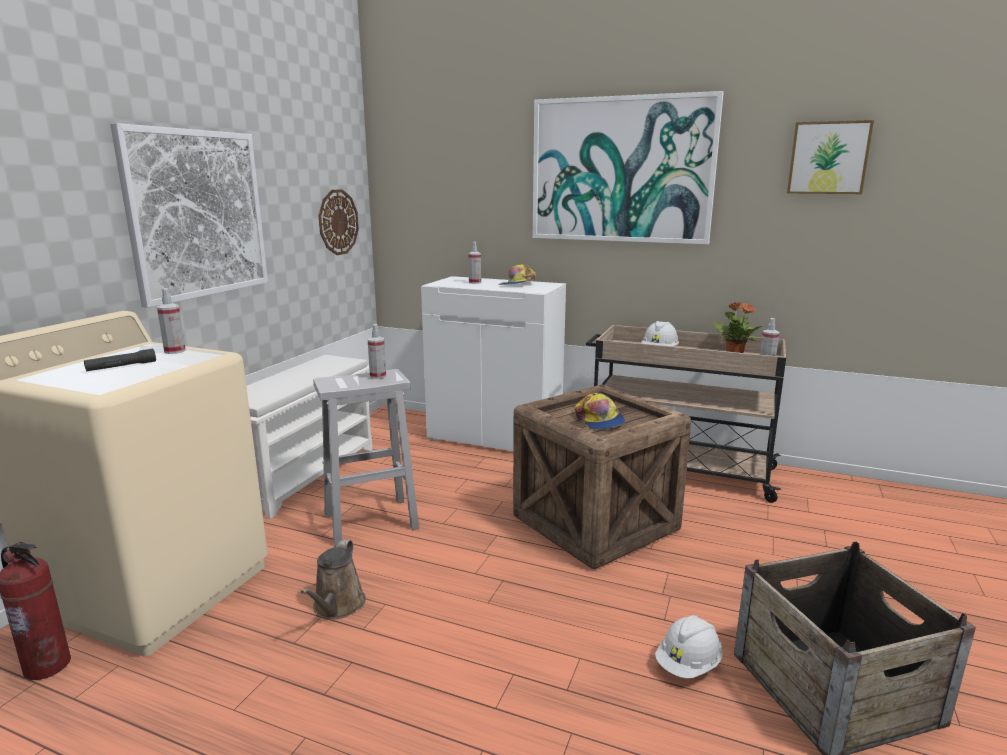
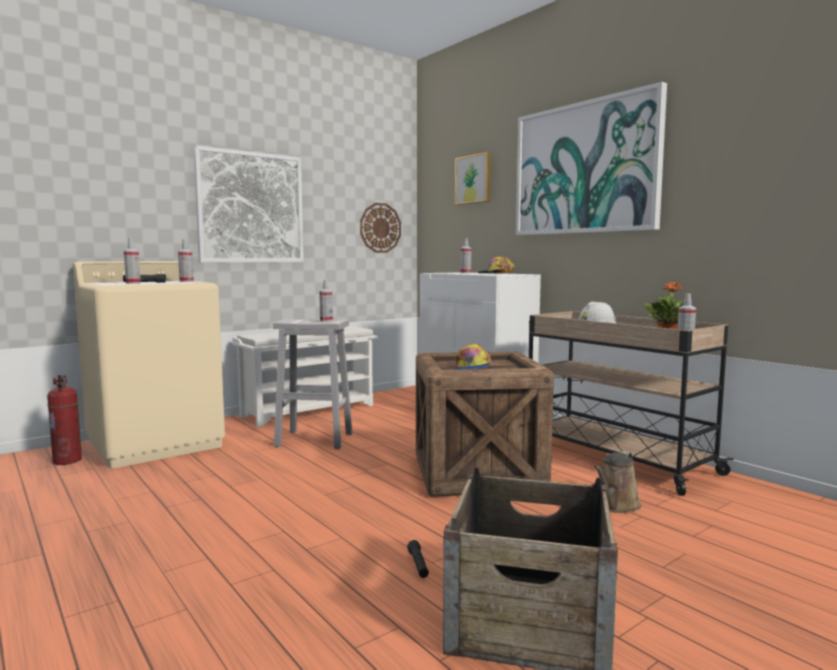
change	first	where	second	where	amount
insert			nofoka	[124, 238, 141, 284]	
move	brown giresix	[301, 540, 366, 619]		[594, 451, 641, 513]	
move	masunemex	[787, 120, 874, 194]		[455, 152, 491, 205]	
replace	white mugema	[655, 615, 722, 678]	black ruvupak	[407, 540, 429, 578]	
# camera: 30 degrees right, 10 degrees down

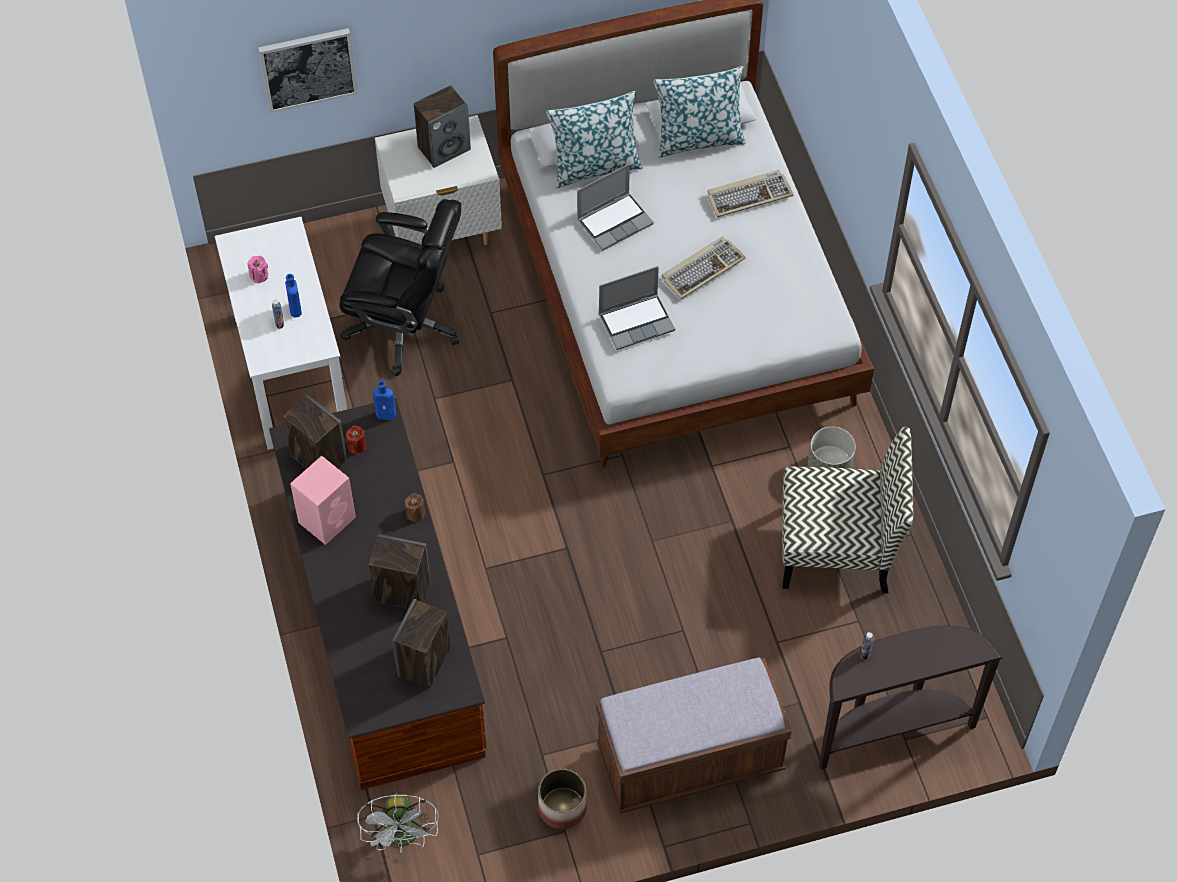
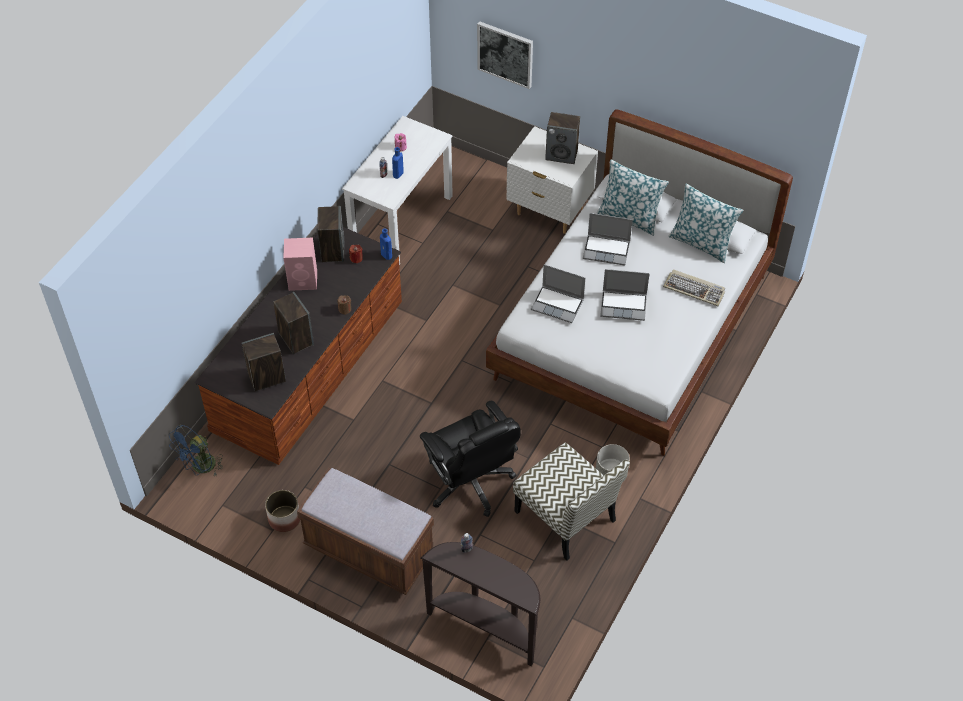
change	first	where	second	where	amount
move	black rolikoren	[339, 199, 461, 376]		[420, 401, 521, 517]	
replace	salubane	[662, 236, 746, 299]	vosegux	[600, 269, 650, 321]	
recolor	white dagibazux	[357, 793, 439, 853]	blue dagibazux	[169, 425, 223, 477]	
# camera: 45 degrees right, 5 degrees down

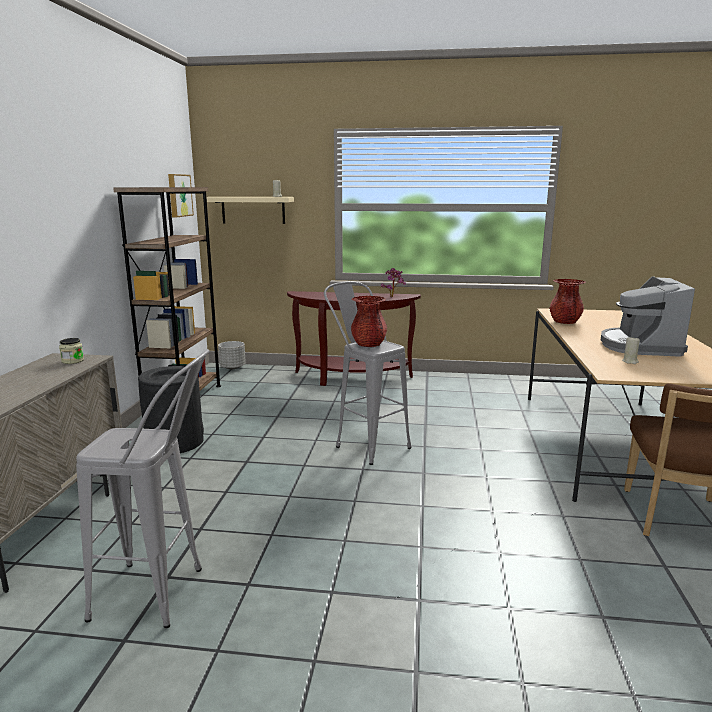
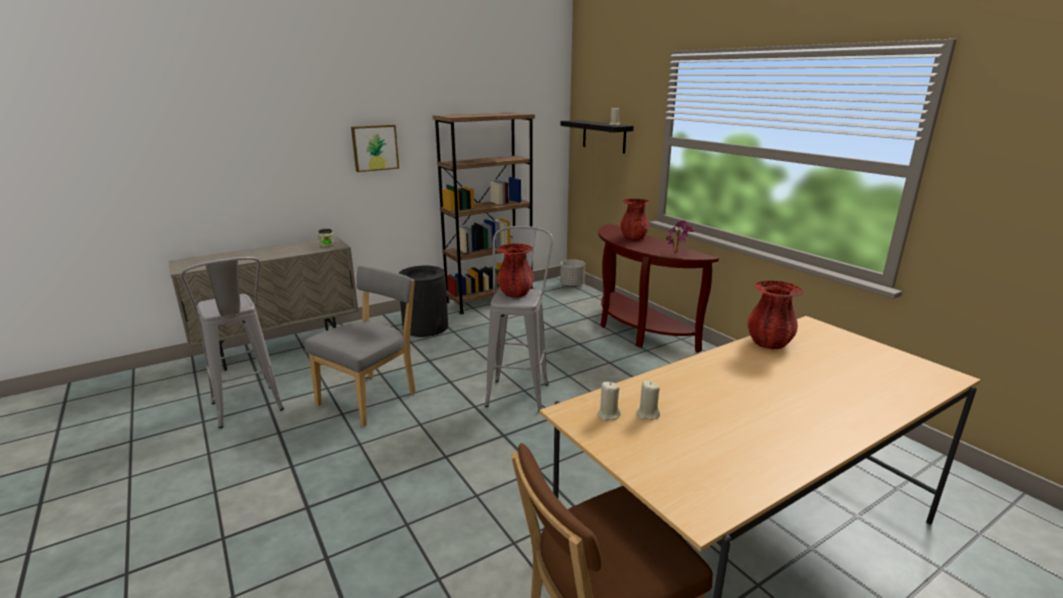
change	first	where	second	where	amount
delete	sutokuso	[601, 276, 695, 357]			
insert			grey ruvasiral	[304, 266, 416, 427]	
insert			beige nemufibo	[597, 382, 621, 421]	
insert			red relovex	[620, 199, 650, 240]	
move	masunemex	[168, 174, 194, 217]		[351, 125, 399, 172]	
recolor	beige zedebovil	[206, 197, 294, 224]	black zedebovil	[560, 120, 634, 154]	
# camera: 50 degrees right, 5 degrees up

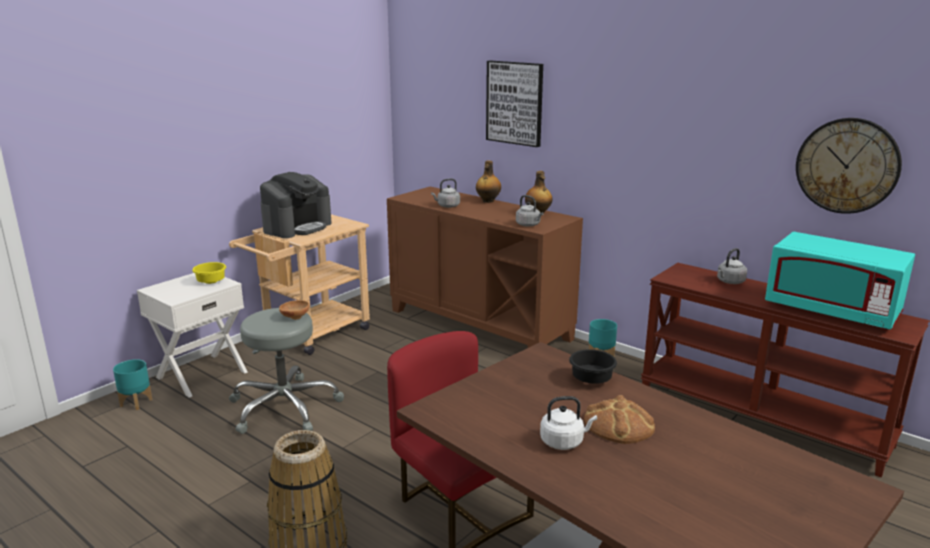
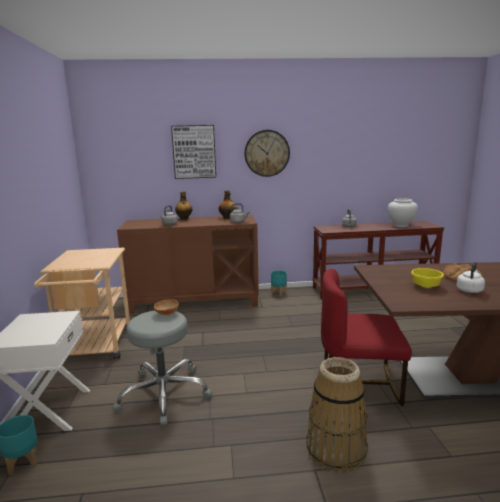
change	first	where	second	where	amount
delete	sutokuso	[260, 172, 332, 238]			
delete	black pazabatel	[569, 349, 617, 384]			
move	yellow pazabatel	[192, 262, 226, 284]		[411, 268, 444, 288]	
move	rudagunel	[796, 118, 902, 214]		[244, 130, 290, 177]	
replace	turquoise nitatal	[765, 232, 915, 330]	white relovex	[388, 198, 418, 227]	
# camera: 45 degrees left, 5 degrees down

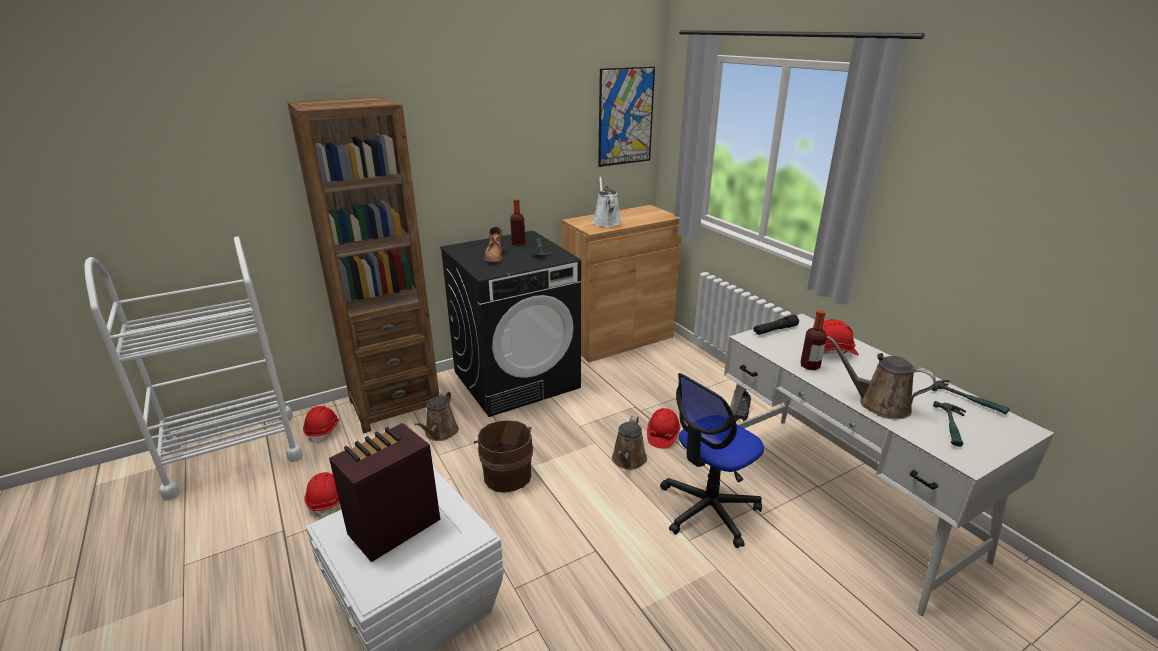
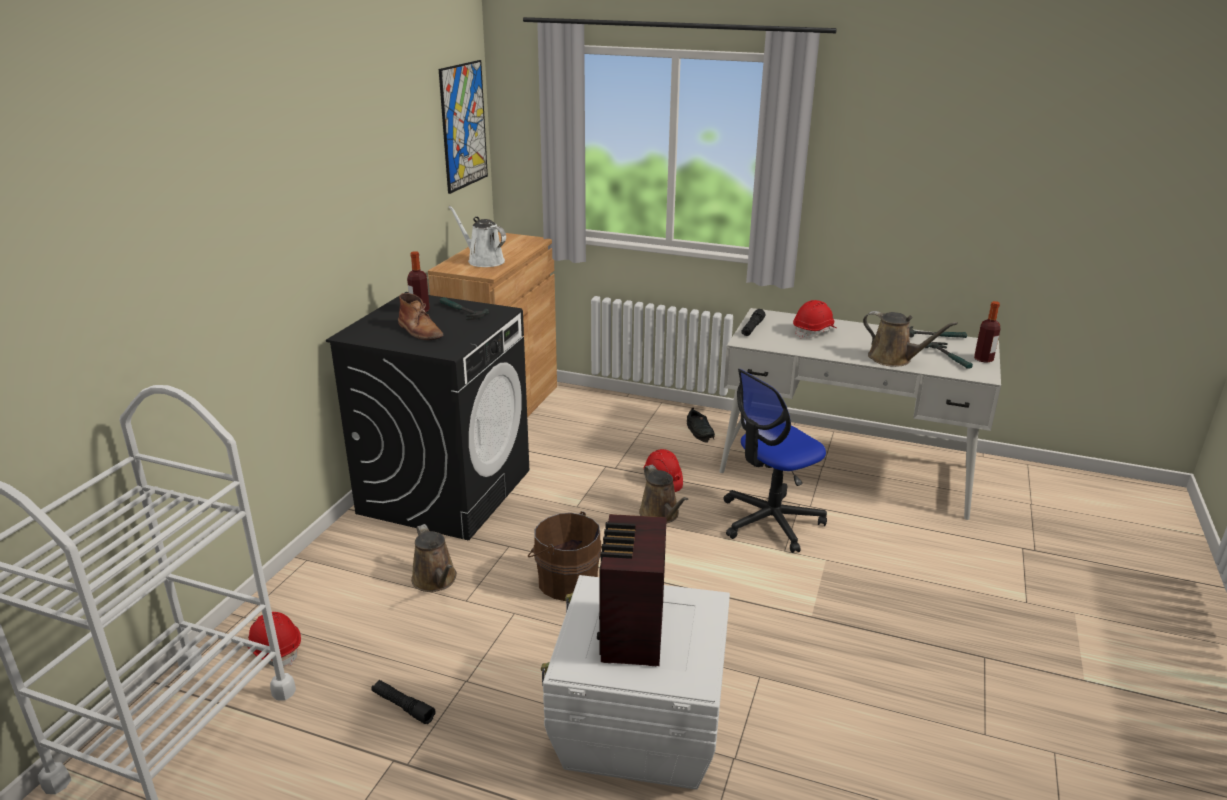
change	first	where	second	where	amount
delete	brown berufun	[287, 97, 439, 433]			
move	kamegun	[801, 310, 827, 370]		[974, 301, 1000, 363]	
replace	red mugema	[304, 472, 340, 517]	black ruvupak	[371, 680, 435, 724]	
rotate	rolikoren	[660, 373, 764, 548]		[723, 369, 827, 553]	45 degrees clockwise
rotate	brown giresix	[827, 336, 936, 419]		[863, 311, 958, 367]	135 degrees counterclockwise
# camera: 40 degrees left, 0 degrees up

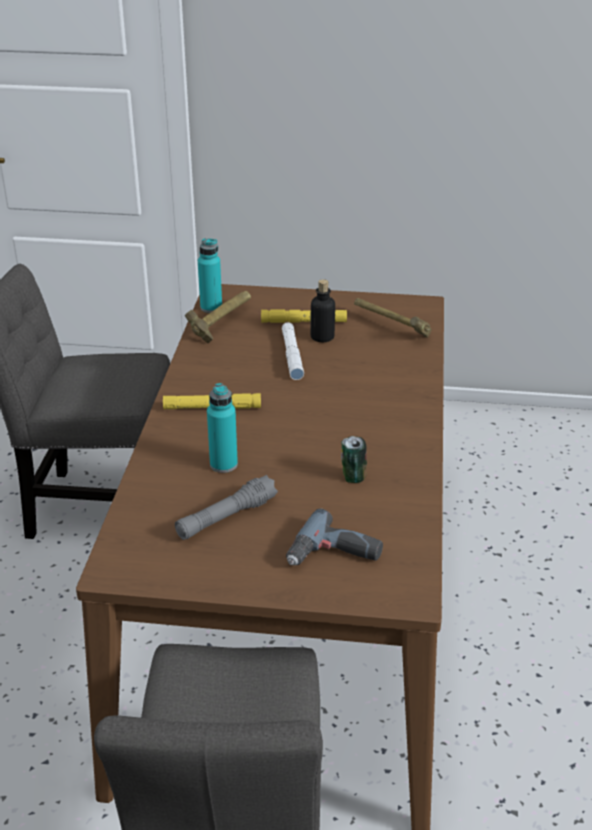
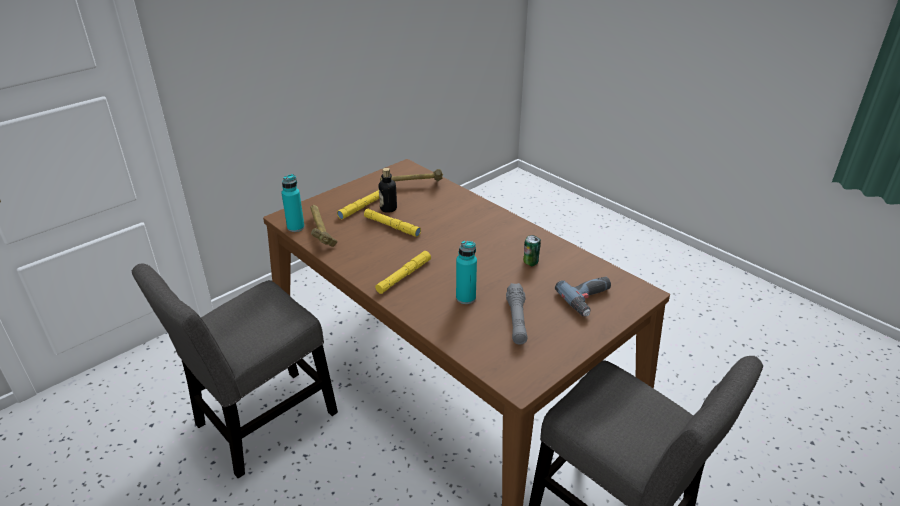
change	first	where	second	where	amount
recolor	white ruvupak	[282, 322, 304, 380]	yellow ruvupak	[364, 209, 421, 237]	
# camera: 50 degrees left, 0 degrees up

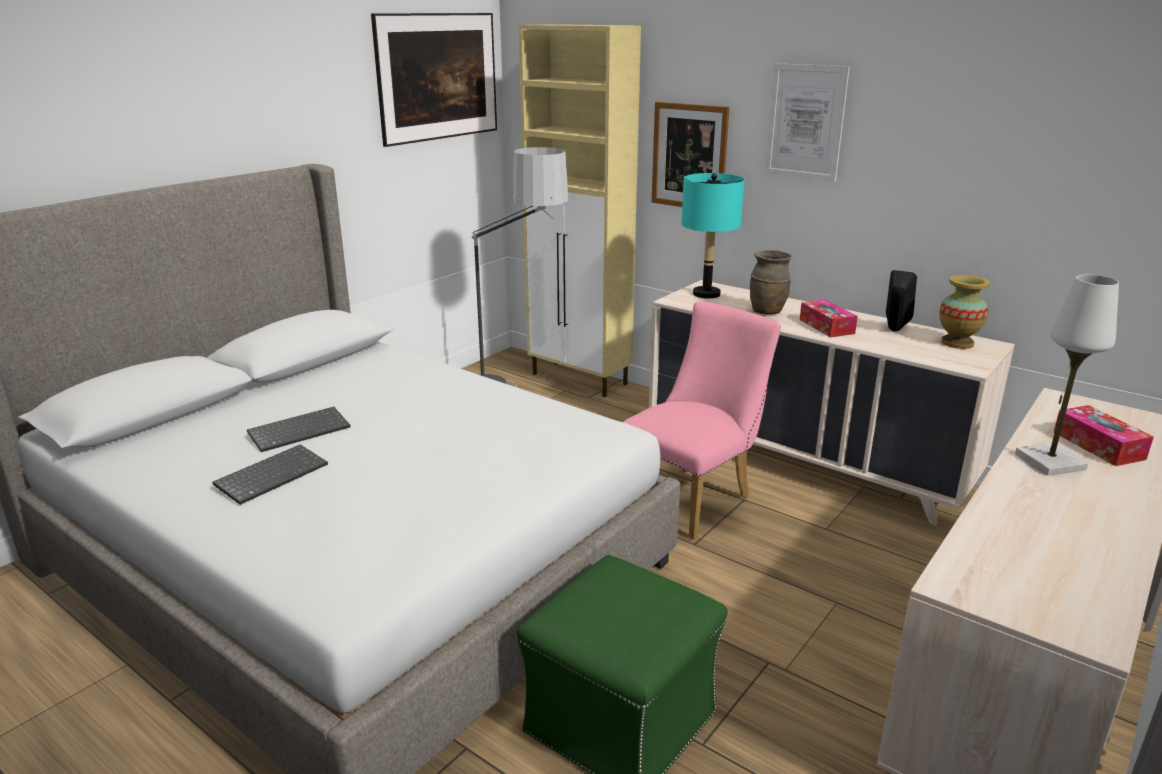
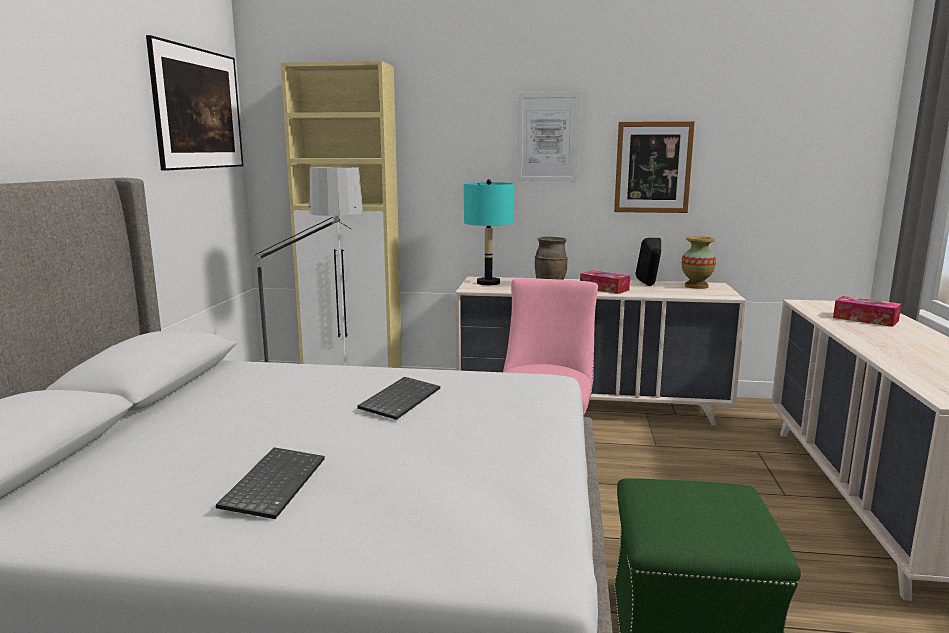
change	first	where	second	where	amount
delete	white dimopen	[1015, 274, 1119, 476]			
move	salubane	[247, 407, 351, 452]		[357, 377, 440, 420]	
move	masunemex	[652, 102, 730, 207]		[614, 121, 695, 213]	
# camera: 30 degrees left, 10 degrees down

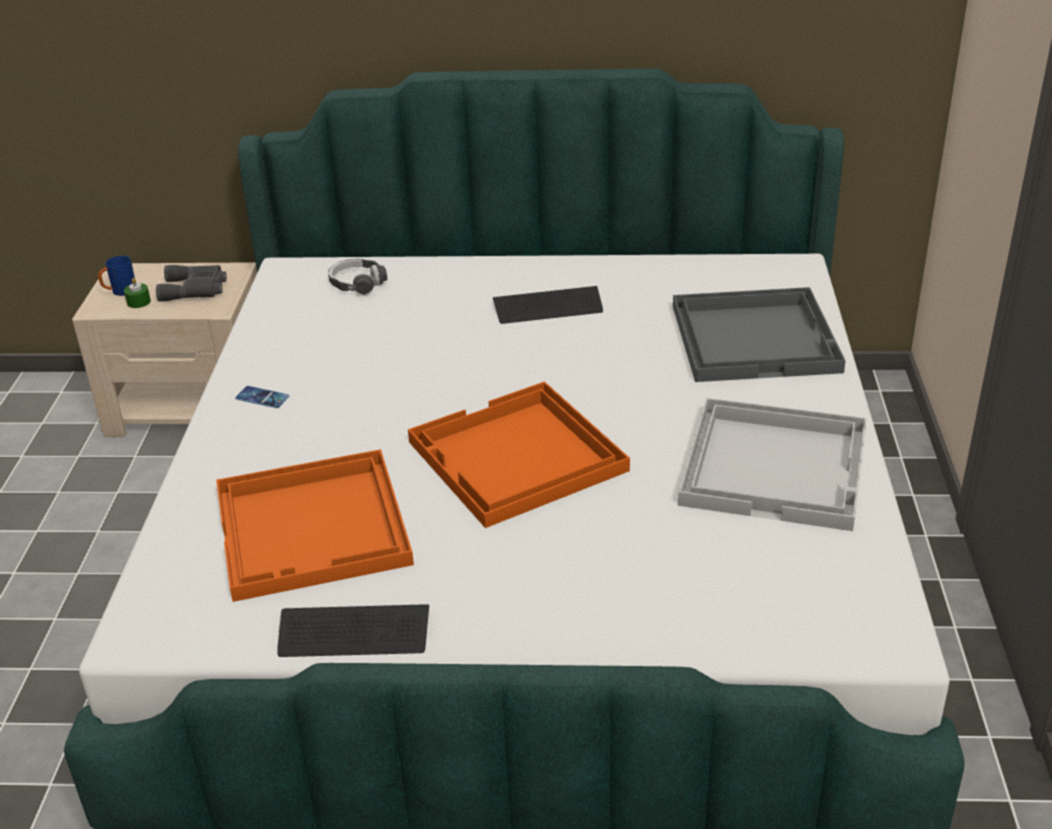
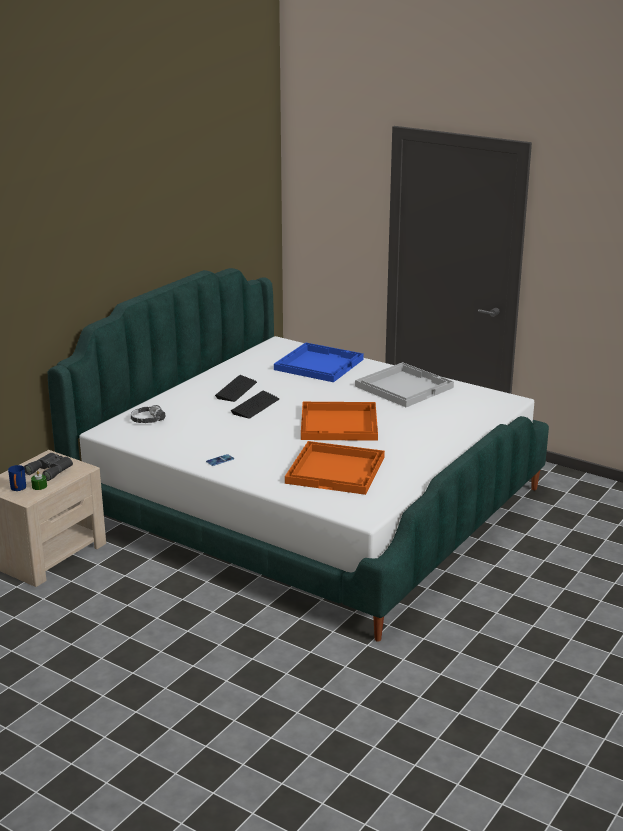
change	first	where	second	where	amount
move	salubane	[277, 604, 429, 657]		[231, 391, 279, 419]	
recolor	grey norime	[673, 287, 846, 382]	blue norime	[274, 342, 364, 382]	
# camera: 60 degrees left, 10 degrees down

